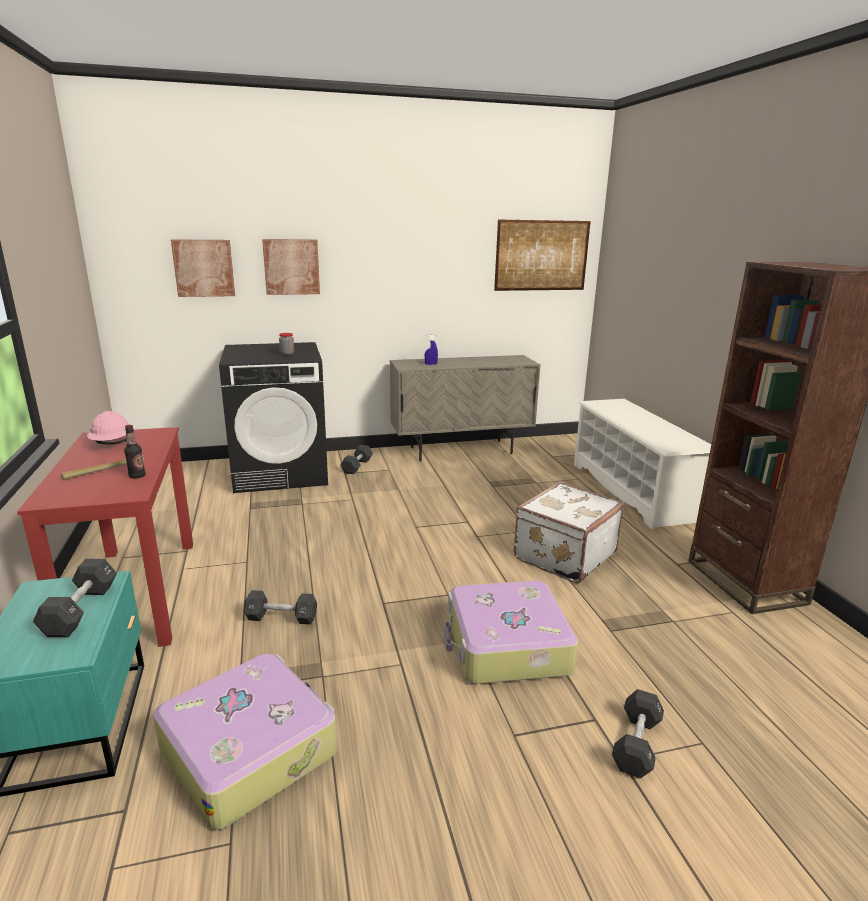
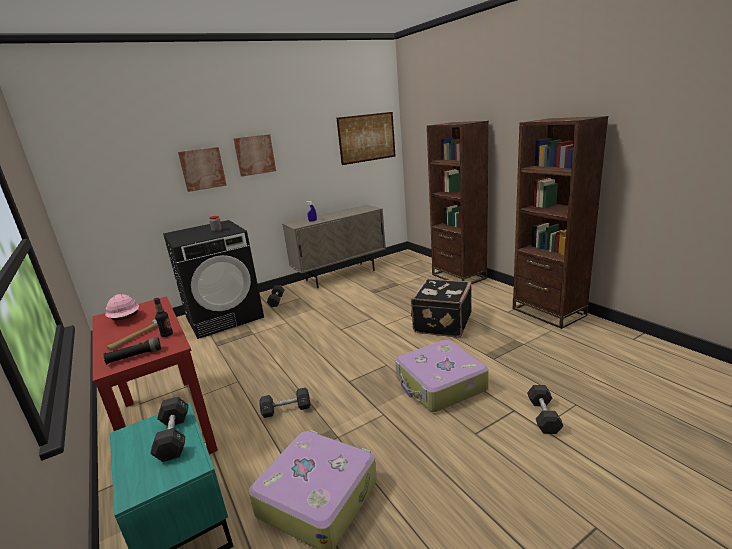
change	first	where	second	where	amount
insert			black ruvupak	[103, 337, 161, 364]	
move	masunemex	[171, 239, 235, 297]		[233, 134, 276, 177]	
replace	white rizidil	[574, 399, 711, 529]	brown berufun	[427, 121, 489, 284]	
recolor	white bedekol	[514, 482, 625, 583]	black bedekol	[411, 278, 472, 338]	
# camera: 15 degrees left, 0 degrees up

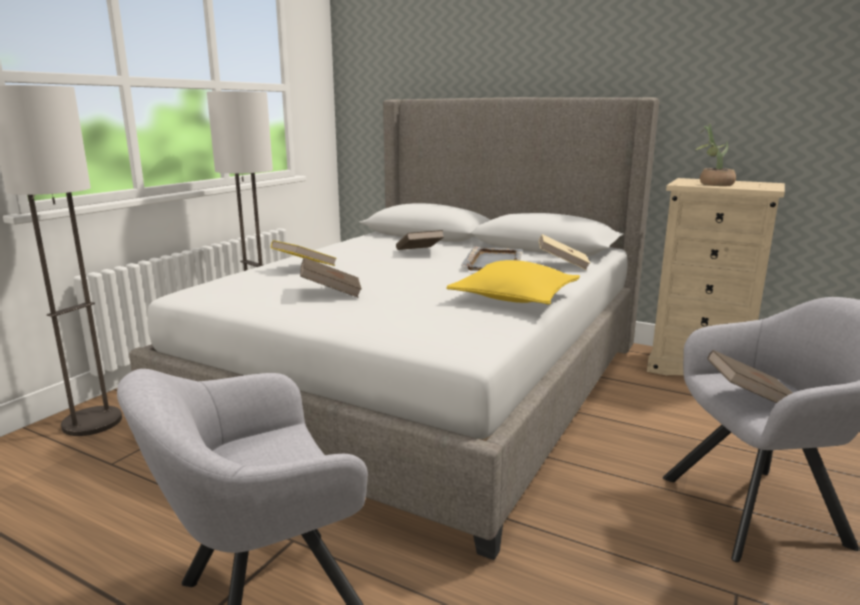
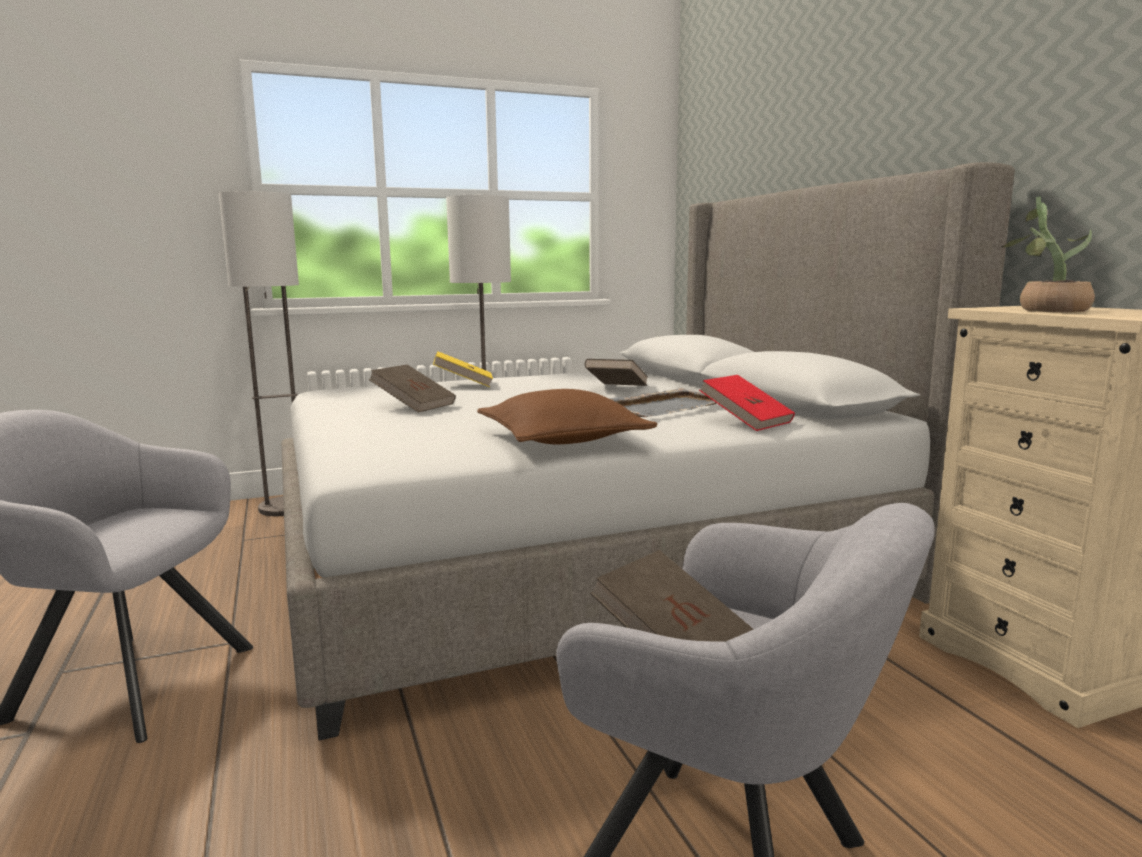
change	first	where	second	where	amount
recolor	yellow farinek	[446, 260, 580, 305]	brown farinek	[477, 389, 658, 444]	
recolor	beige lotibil	[539, 234, 590, 270]	red lotibil	[699, 375, 795, 431]	
# camera: 40 degrees right, 5 degrees down

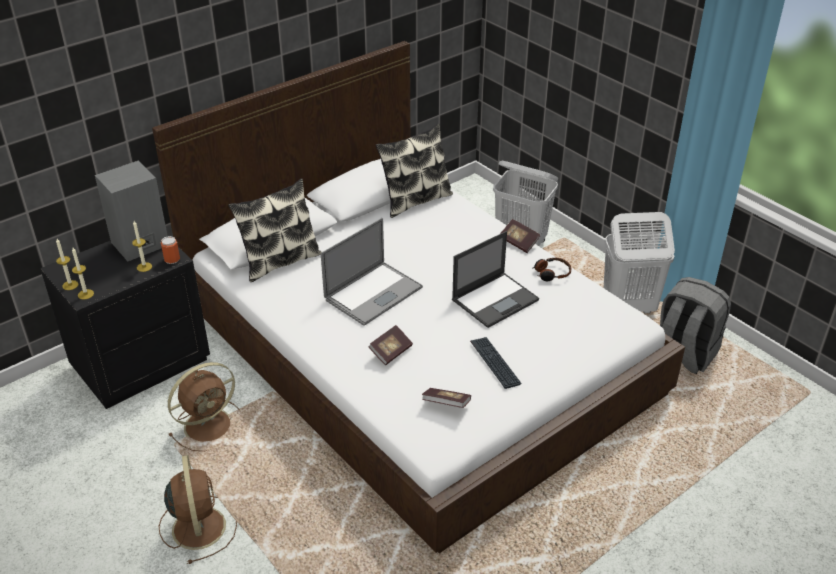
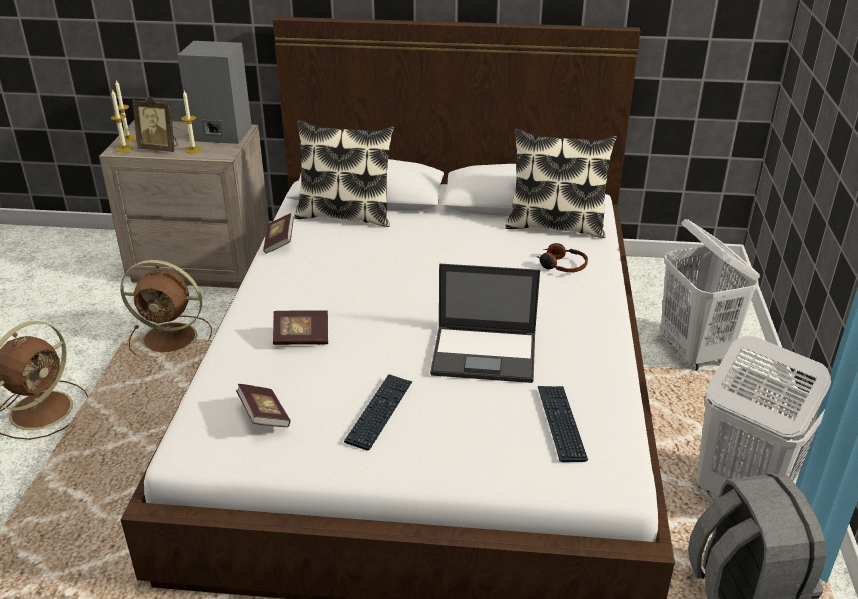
change	first	where	second	where	amount
delete	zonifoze	[160, 236, 180, 264]			
delete	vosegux	[321, 218, 423, 326]			
insert			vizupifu	[132, 96, 178, 152]	
insert			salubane	[538, 386, 588, 462]	
move	lotibil	[500, 219, 540, 253]		[263, 213, 294, 254]	
move	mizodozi	[533, 258, 571, 281]		[538, 243, 588, 272]	
recolor	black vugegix	[40, 240, 210, 409]	beige vugegix	[99, 120, 269, 288]	
# camera: 45 degrees right, 5 degrees down

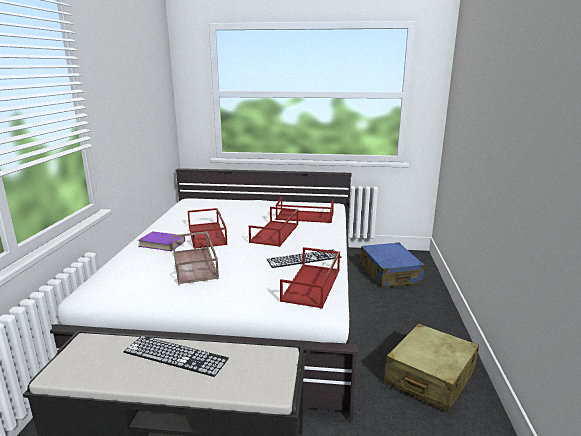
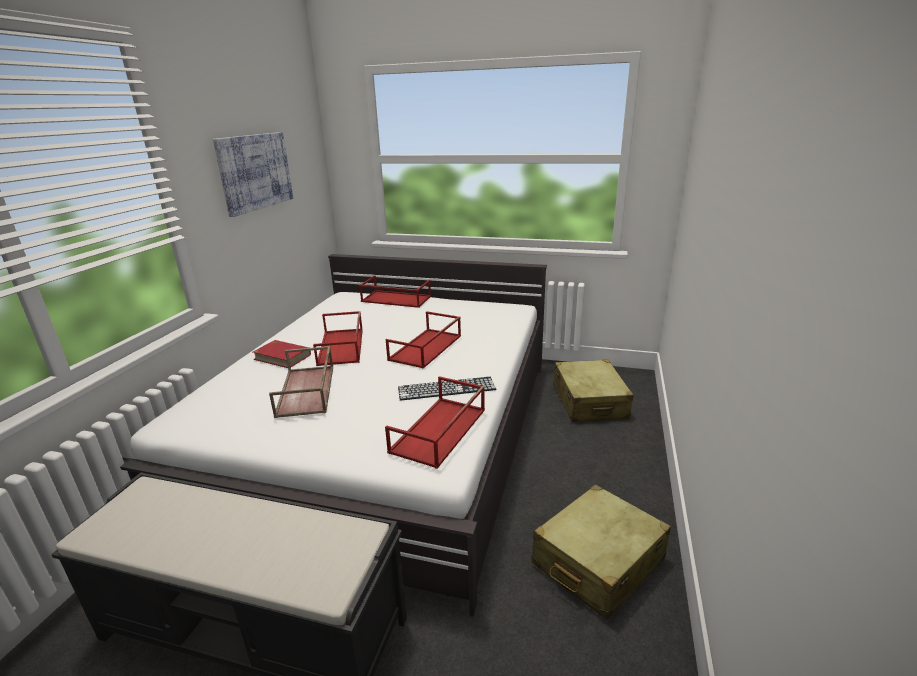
change	first	where	second	where	amount
delete	salubane	[124, 336, 229, 377]			
insert			masunemex	[213, 132, 293, 217]	
move	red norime	[276, 197, 334, 223]		[359, 275, 431, 308]	
recolor	purple lotibil	[138, 231, 185, 251]	red lotibil	[253, 340, 311, 368]	
recolor	blue bedekol	[360, 242, 425, 288]	beige bedekol	[553, 359, 634, 422]	
# camera: 10 degrees right, 5 degrees up

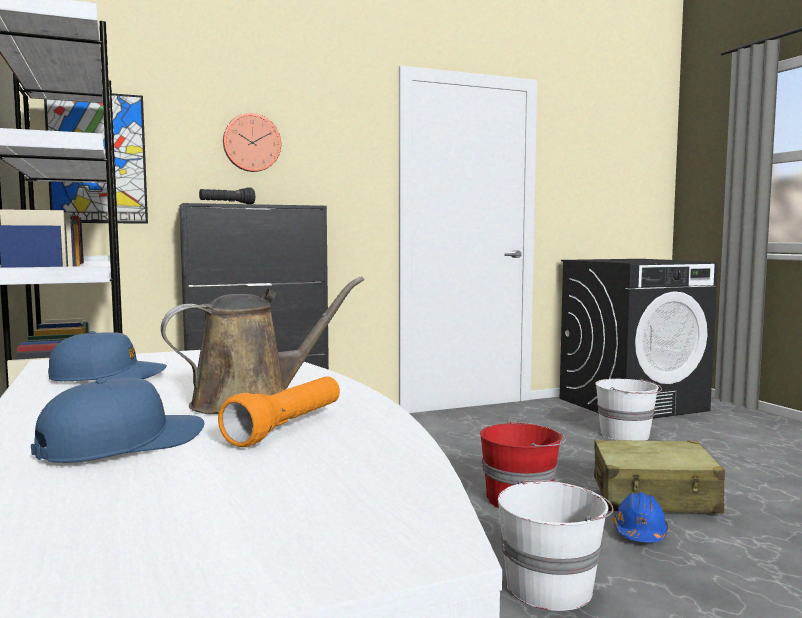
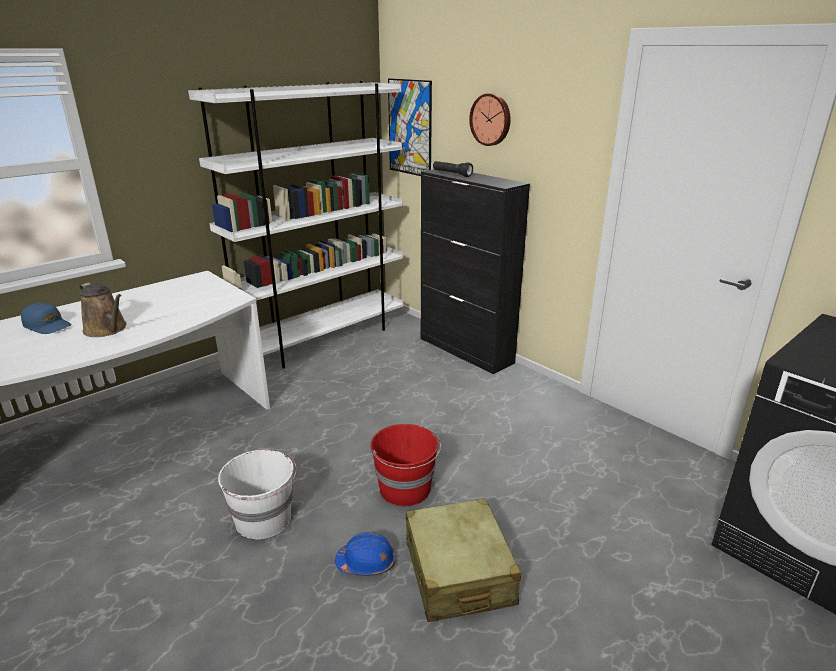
change	first	where	second	where	amount
delete	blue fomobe	[48, 331, 167, 381]			
delete	orange ruvupak	[218, 376, 340, 447]			
delete	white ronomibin	[595, 378, 662, 441]			
# camera: 70 degrees right, 20 degrees up

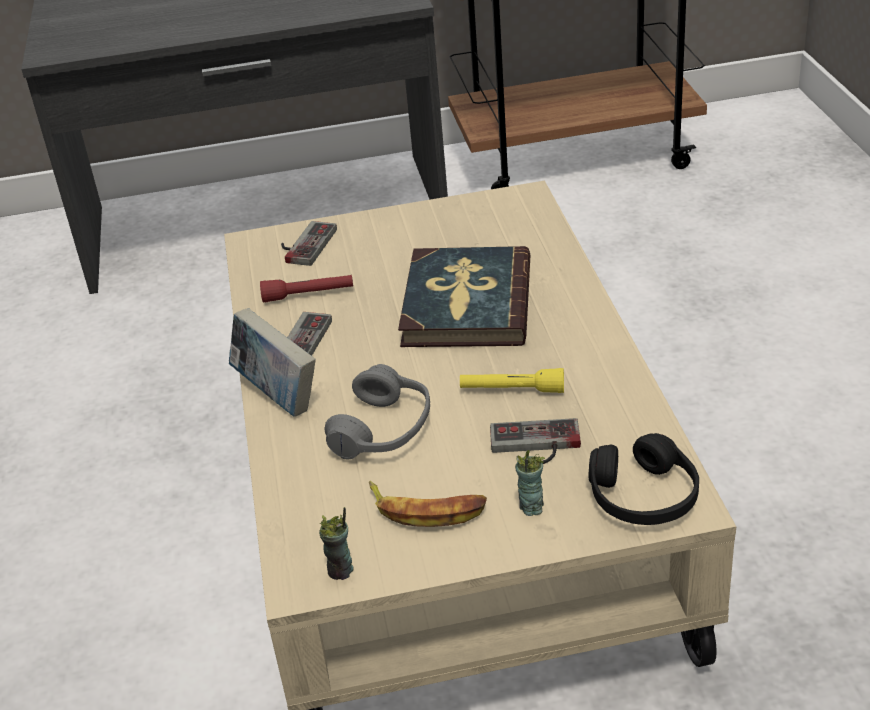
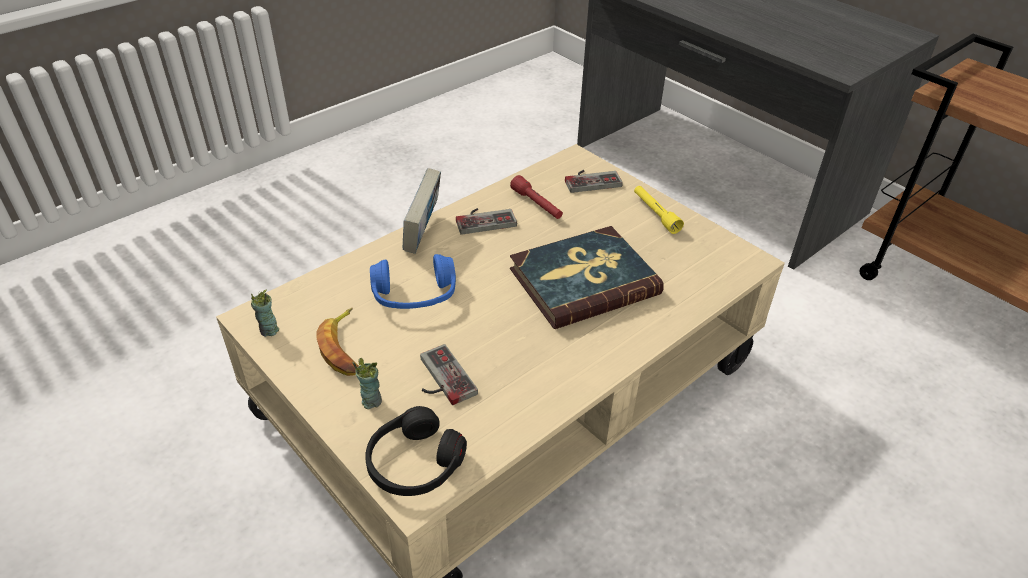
change	first	where	second	where	amount
move	yellow ruvupak	[460, 368, 564, 393]		[634, 186, 684, 234]	
recolor	grey mizodozi	[324, 364, 430, 459]	blue mizodozi	[370, 254, 456, 309]	
# camera: 55 degrees right, 5 degrees up

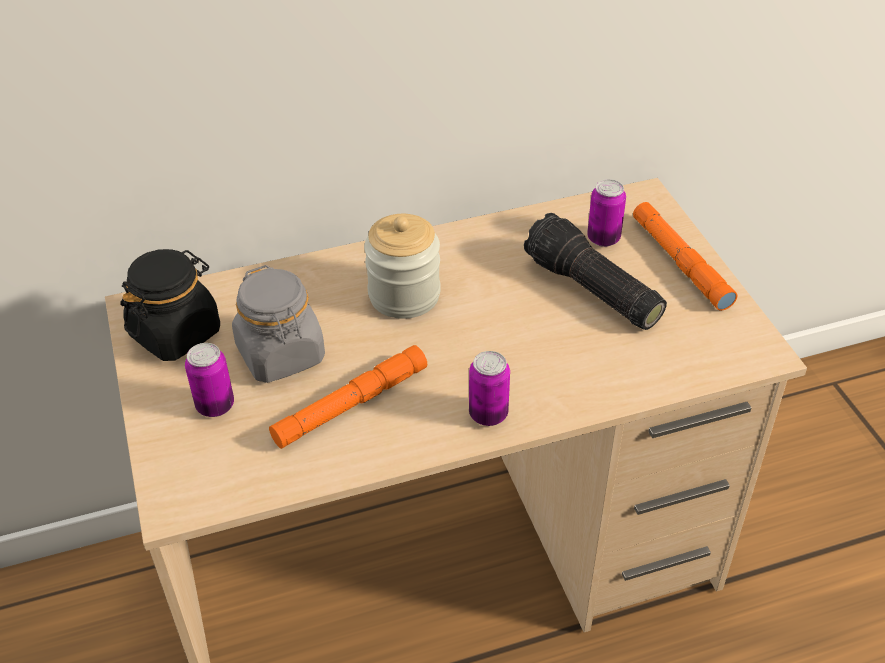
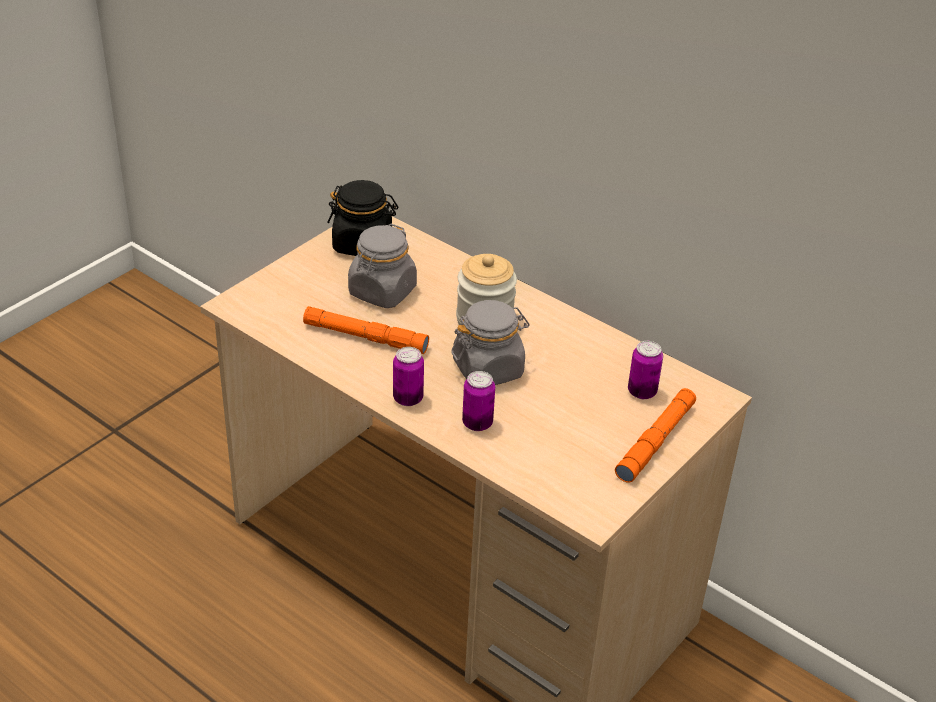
change	first	where	second	where	amount
delete	ruvupak	[524, 213, 667, 330]			
insert			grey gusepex	[451, 300, 530, 385]	
move	zonifoze	[185, 343, 234, 417]		[462, 371, 495, 431]	
# camera: 55 degrees right, 5 degrees down

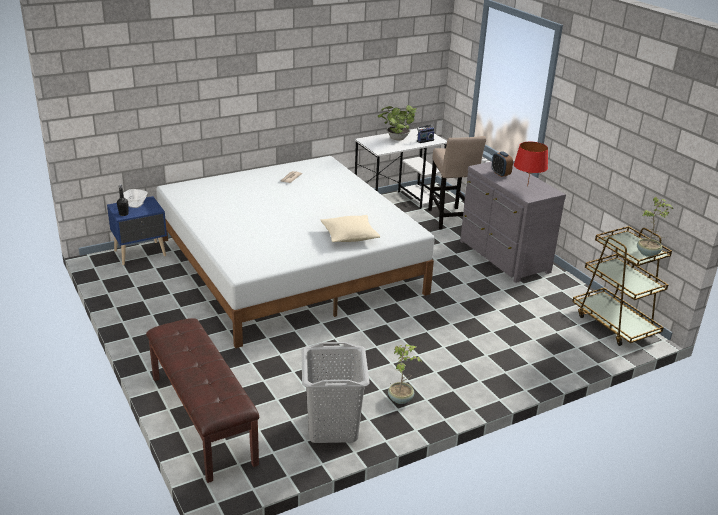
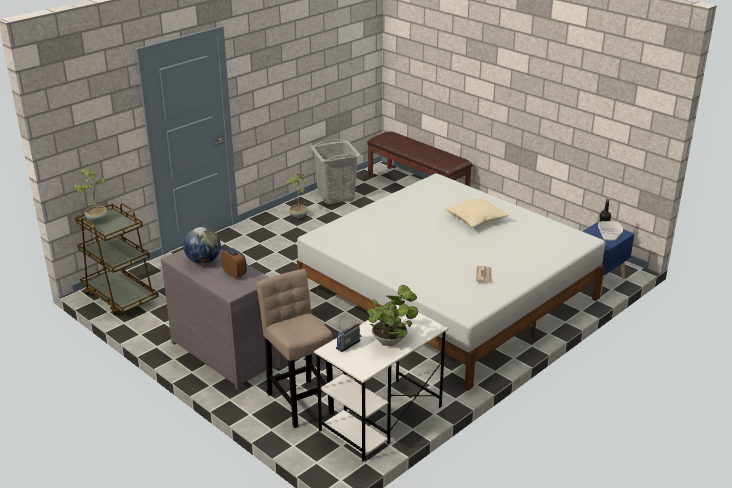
change	first	where	second	where	amount
move	beige farinek	[321, 215, 380, 242]		[445, 198, 509, 227]	
replace	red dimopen	[514, 142, 548, 187]	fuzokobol	[183, 227, 221, 264]	
# camera: 165 degrees right, 0 degrees up

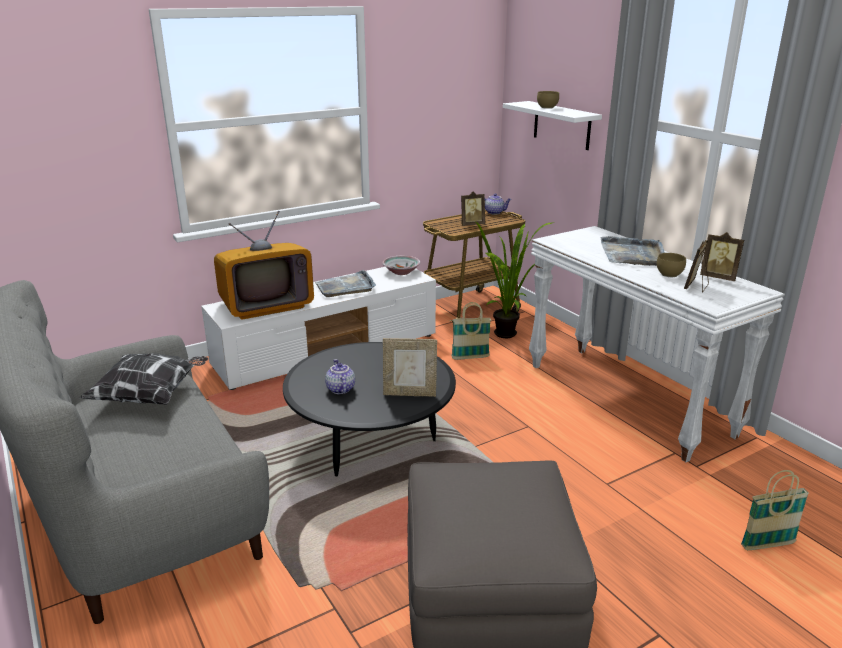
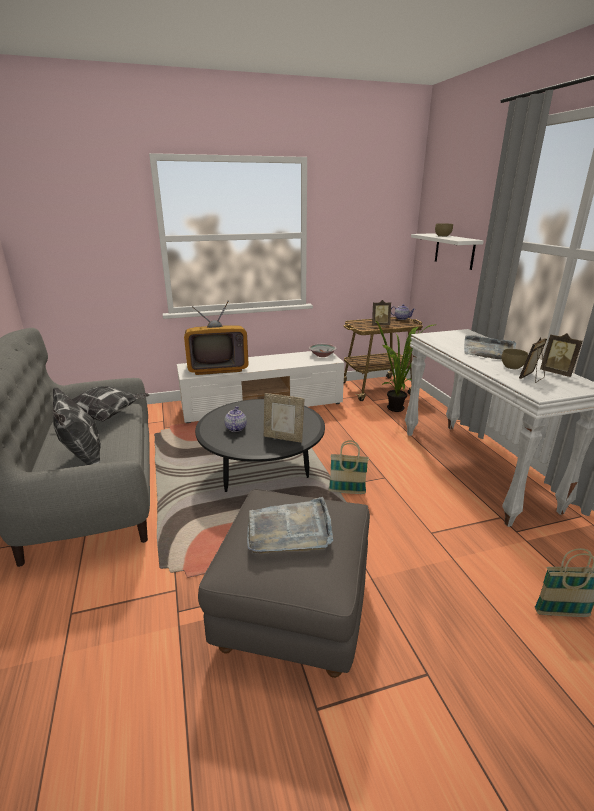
change	first	where	second	where	amount
insert			farinek	[52, 387, 101, 465]	
move	grey norime	[315, 270, 376, 297]		[247, 497, 333, 554]	
move	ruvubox	[451, 302, 491, 360]		[329, 440, 369, 494]	
# camera: 15 degrees right, 0 degrees up

